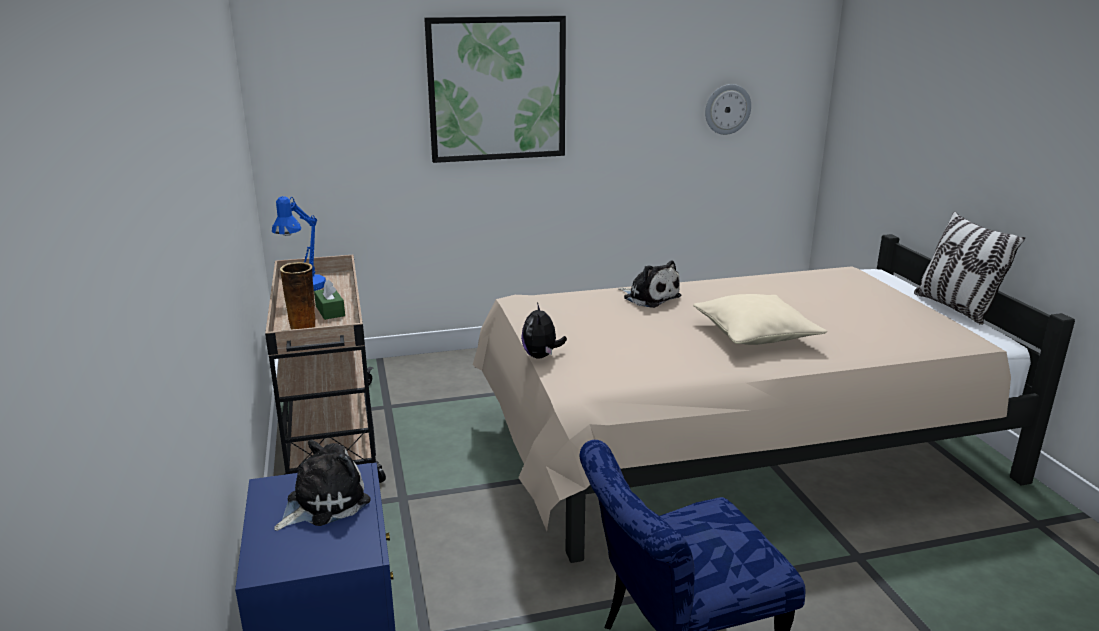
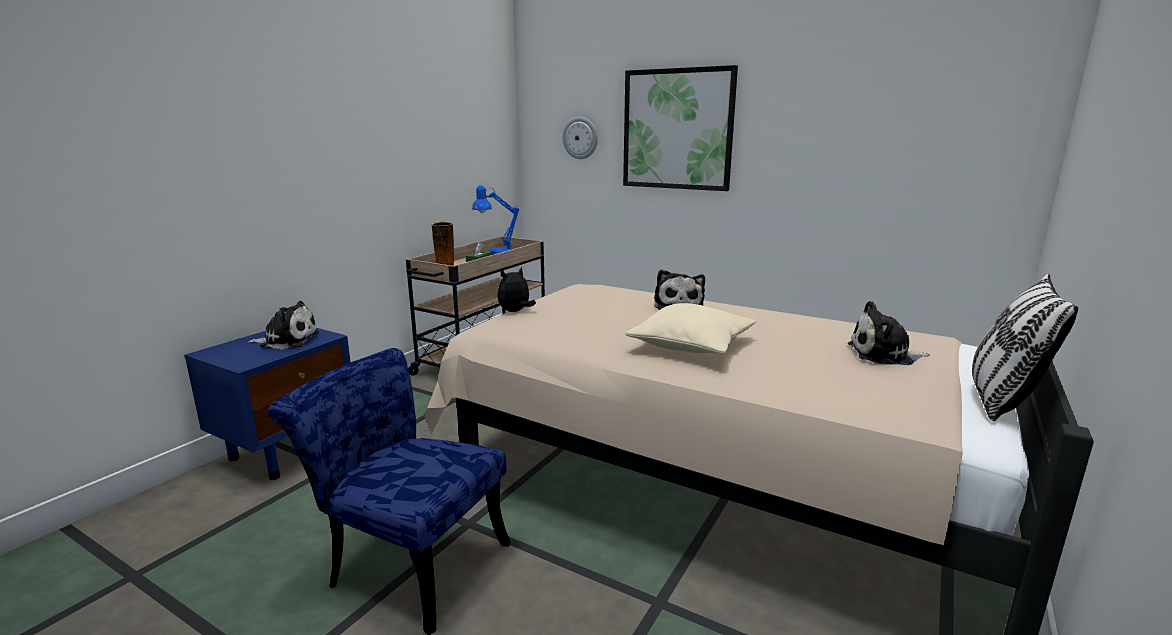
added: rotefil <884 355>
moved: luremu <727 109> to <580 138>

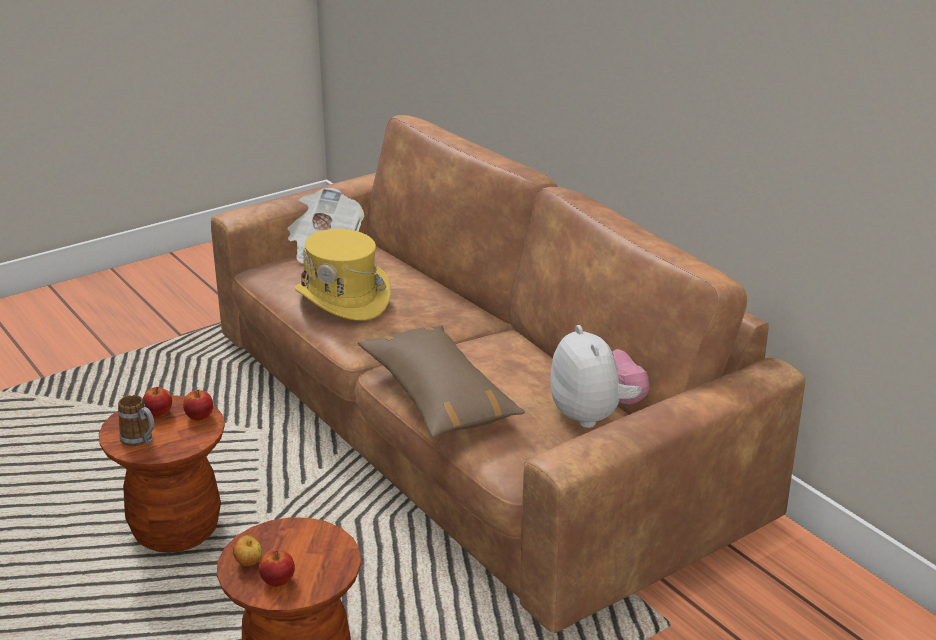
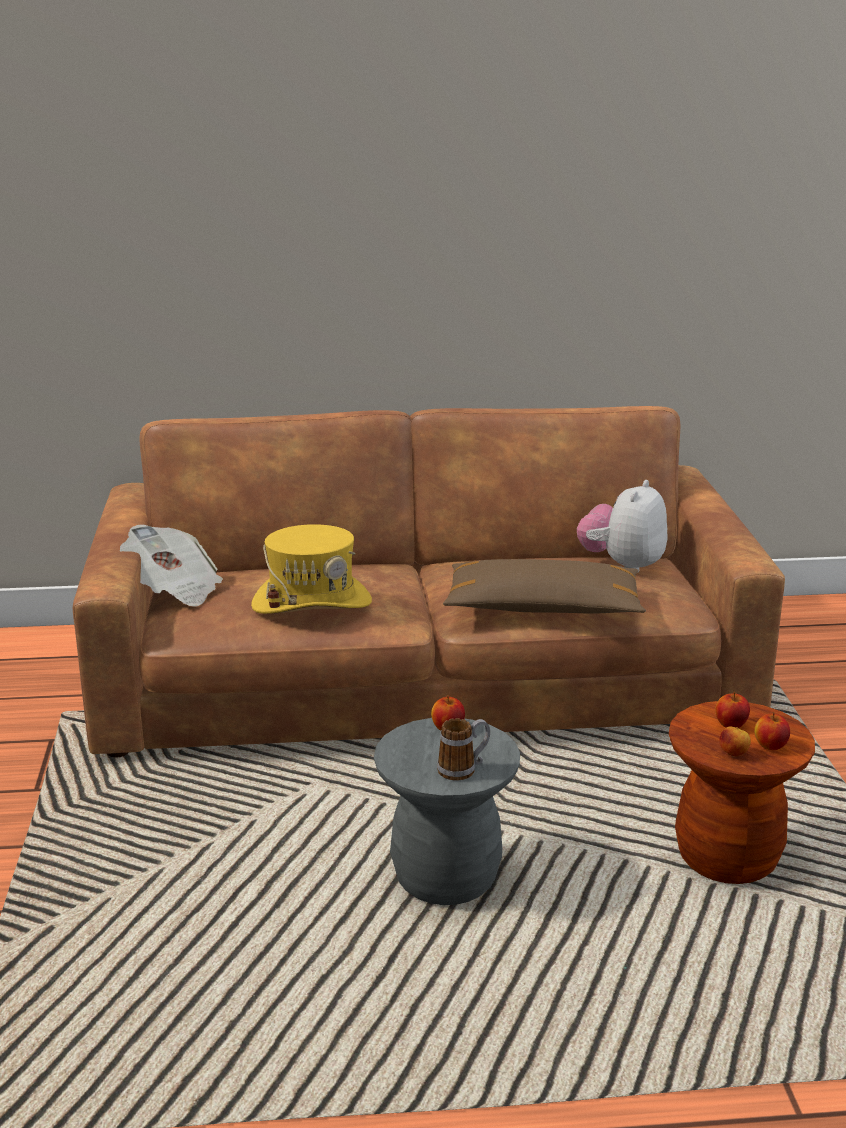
moved: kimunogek <158 414> to <730 725>
recoloured: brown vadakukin <176 530> to grey vadakukin <446 878>
turned: rotefil <595 416> = <622 565> 75 degrees counterclockwise

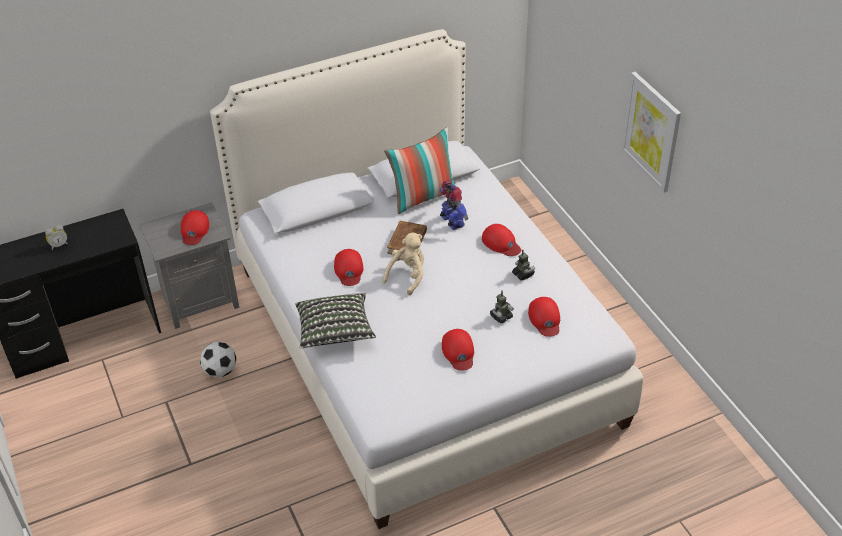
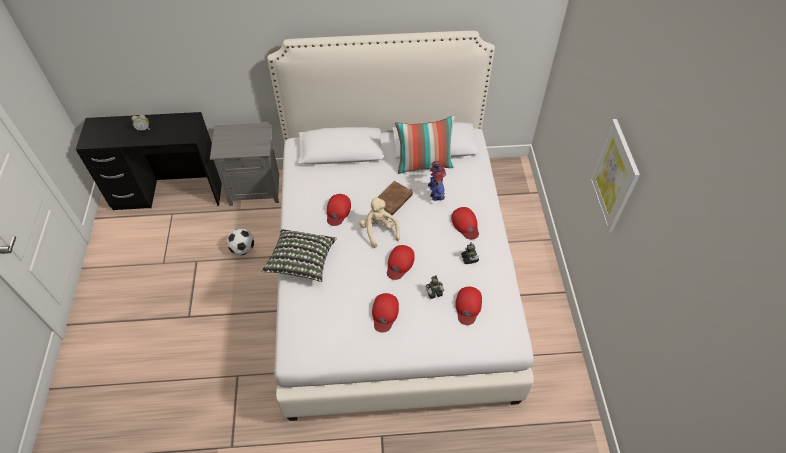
moved: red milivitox <194 230> to <399 263>
turned: beige rotefil <408 276> = <379 230> 75 degrees counterclockwise

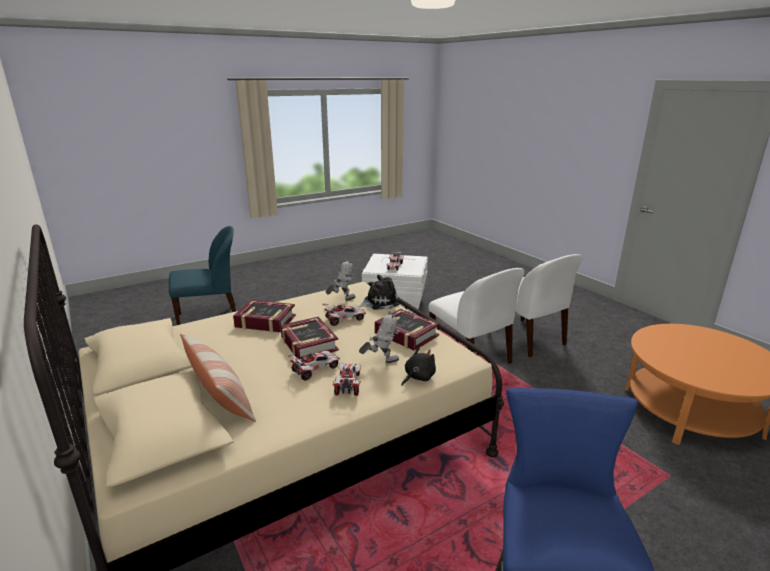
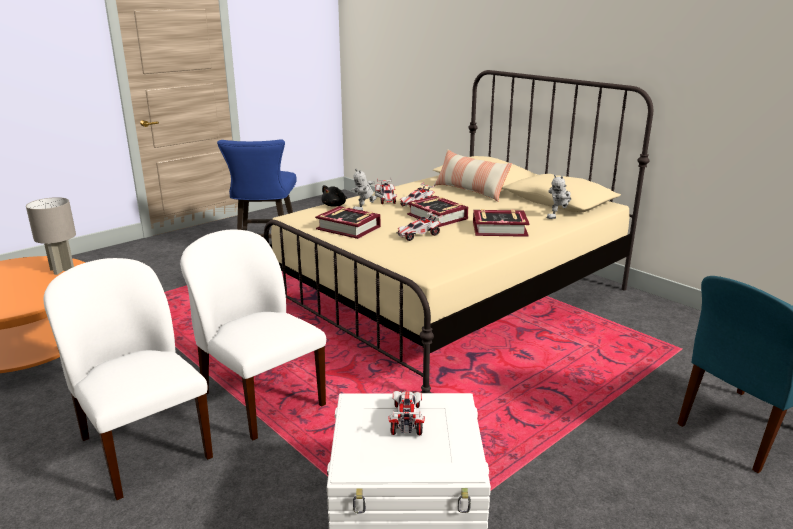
removed: rotefil <379 302>
added: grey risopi <63 269>
moved: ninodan <342 300> to <558 217>

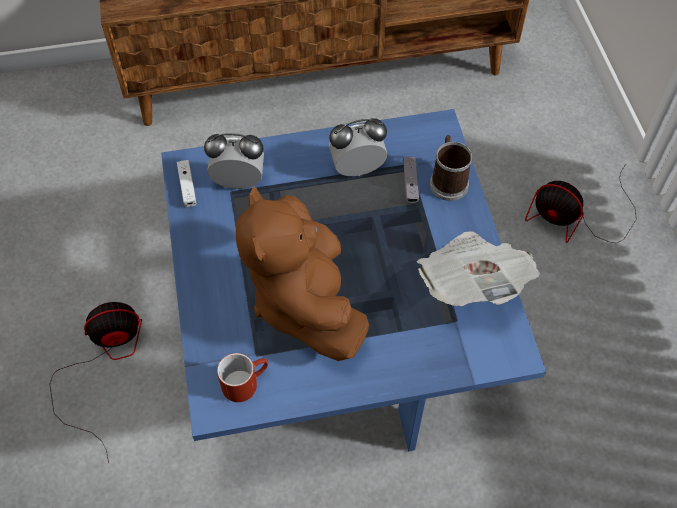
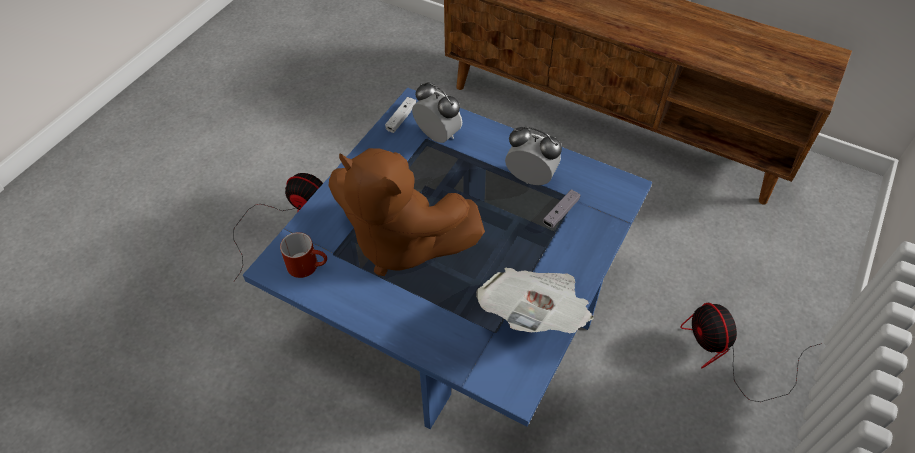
removed: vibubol <448 181>
turned: brown rotefil <305 302> = <400 242> 90 degrees counterclockwise

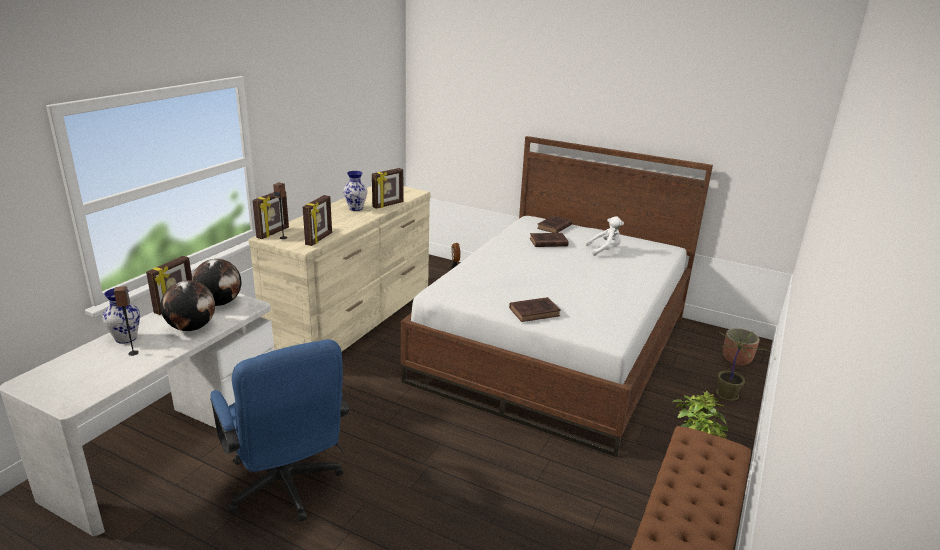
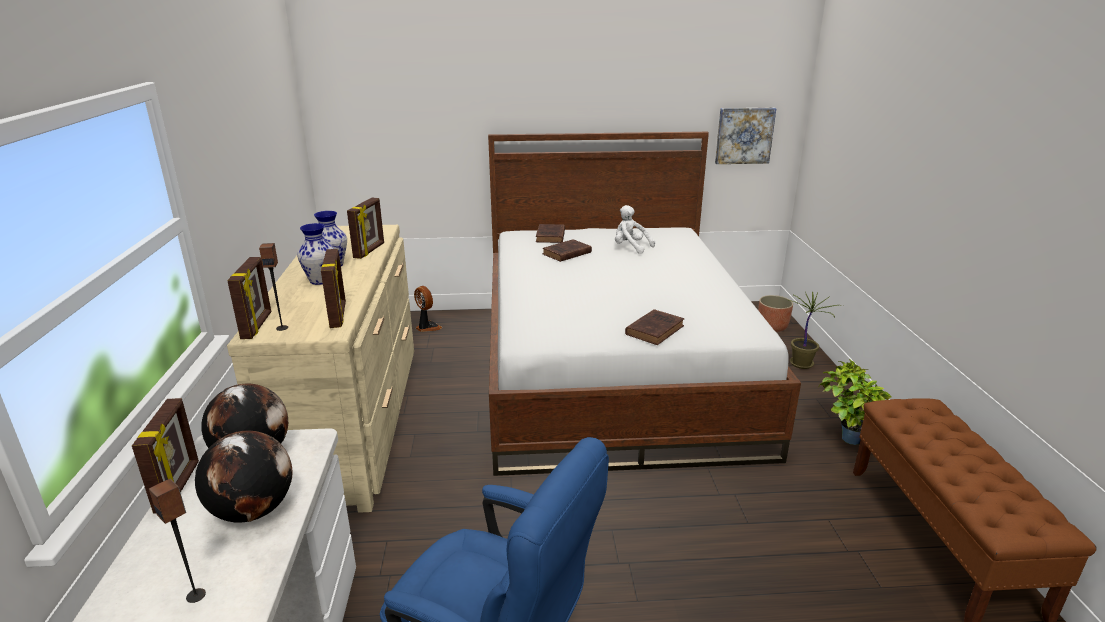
added: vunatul <744 135>
moved: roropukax <125 338> to <320 281>
turned: white rotefil <605 250> = <630 247> 105 degrees counterclockwise

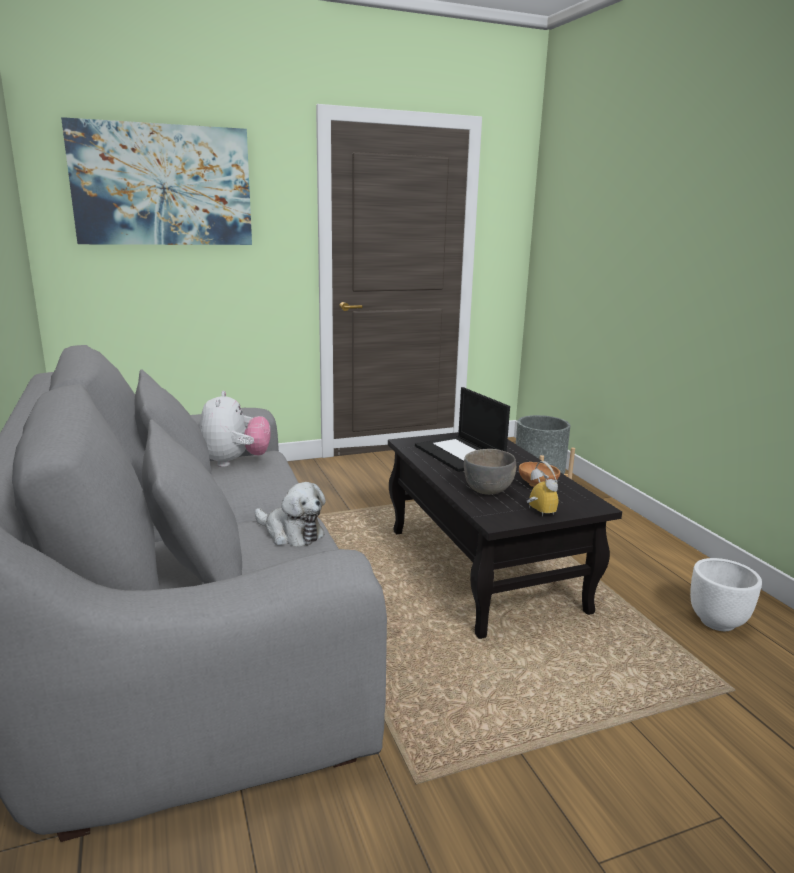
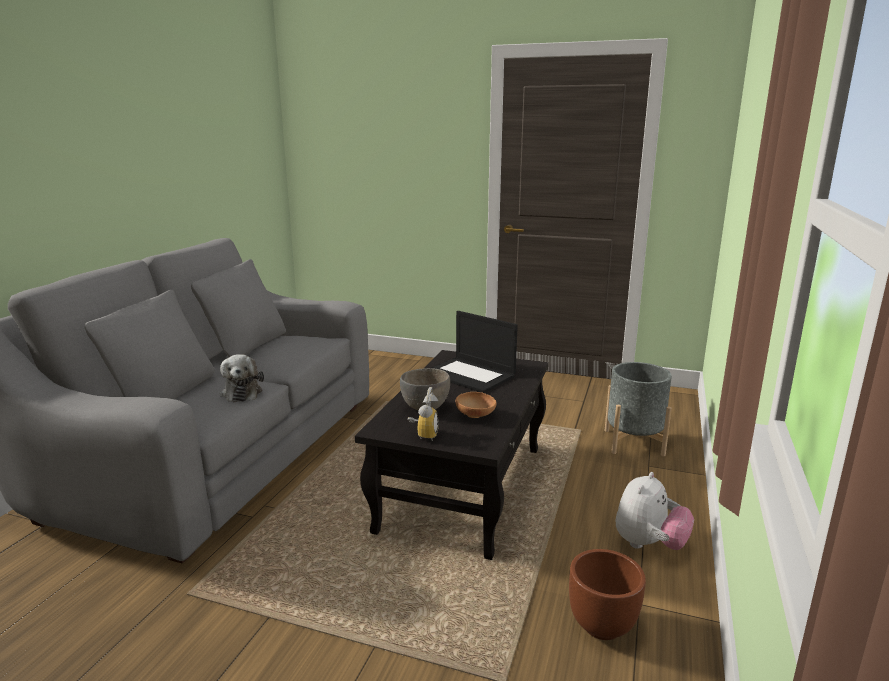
removed: vunatul <163 185>
moved: rotefil <235 462> to <649 544>
recoloured: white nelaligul <717 622> to brown nelaligul <602 626>
turned: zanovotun <460 454> = <471 375> 60 degrees counterclockwise

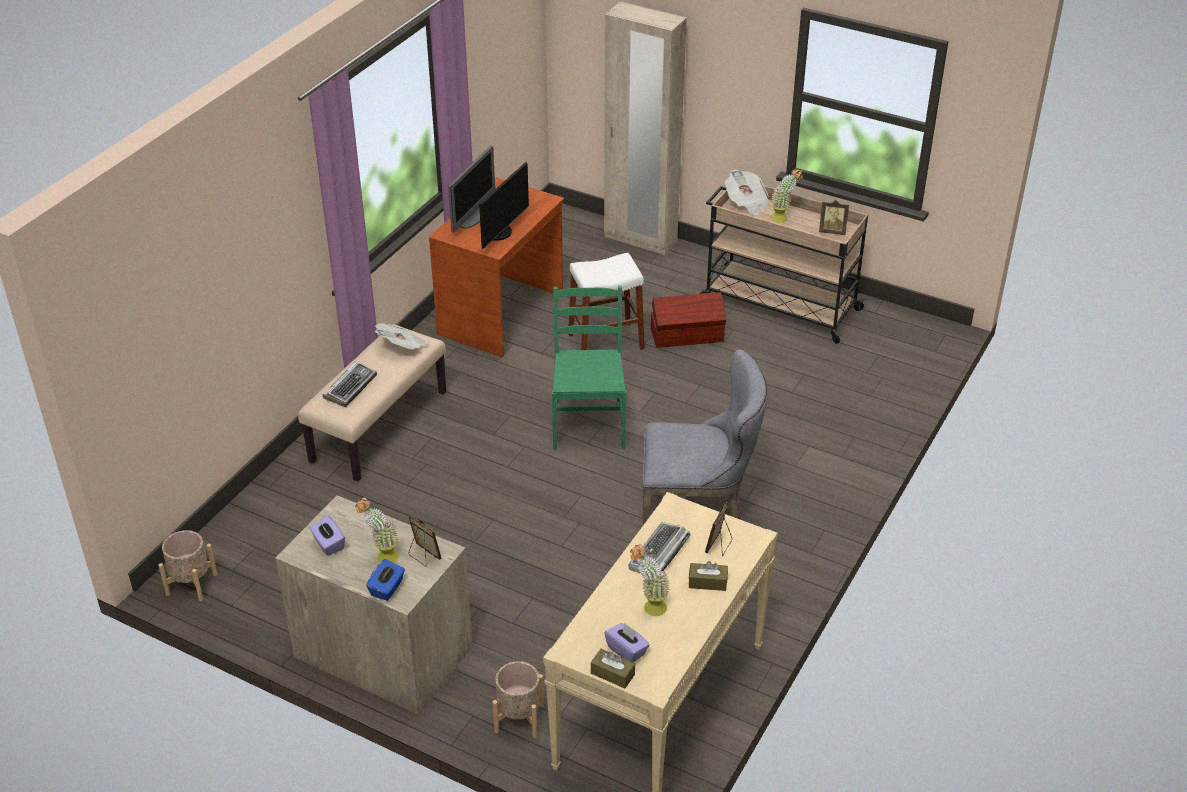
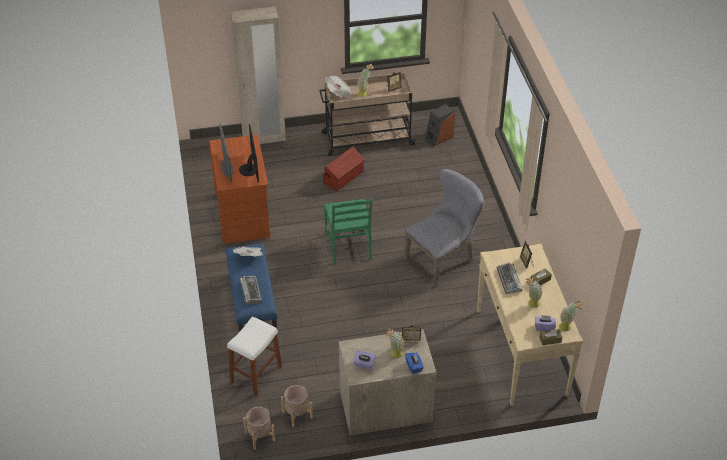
added: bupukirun <438 138>; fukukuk <567 328>
moved: beige nelaligul <519 718> to <297 414>; white vadakukin <605 341> to <256 374>
recoloured: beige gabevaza <378 426> to blue gabevaza <252 306>
turned: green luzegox <588 423> = <349 247> 150 degrees counterclockwise

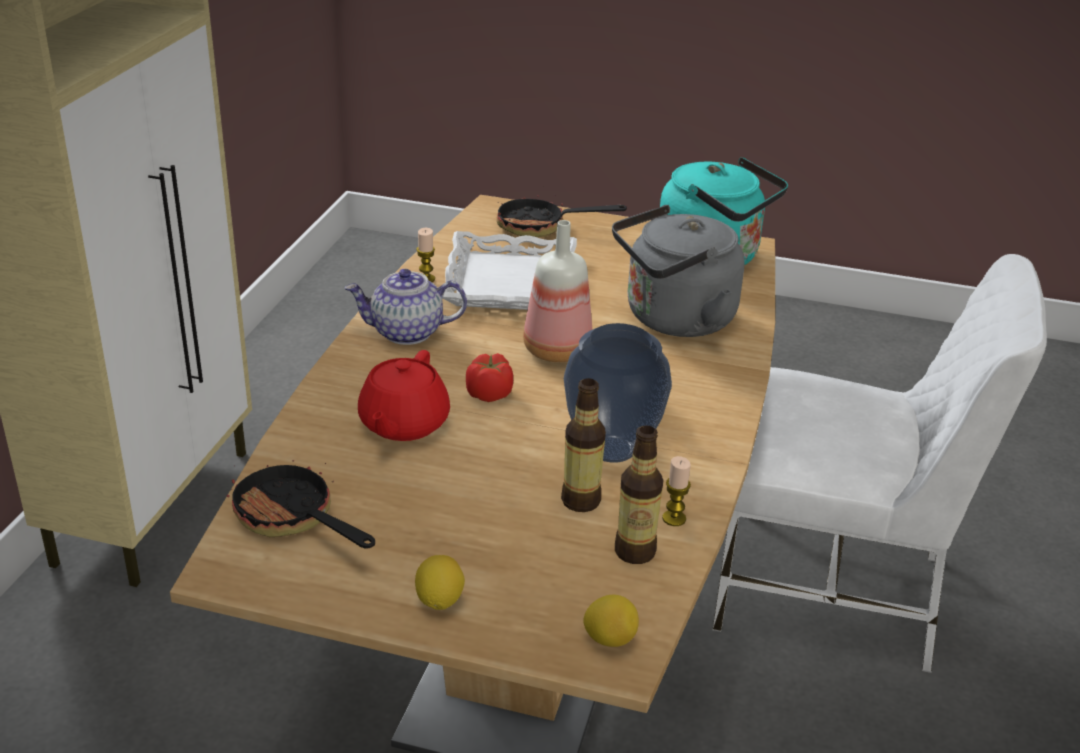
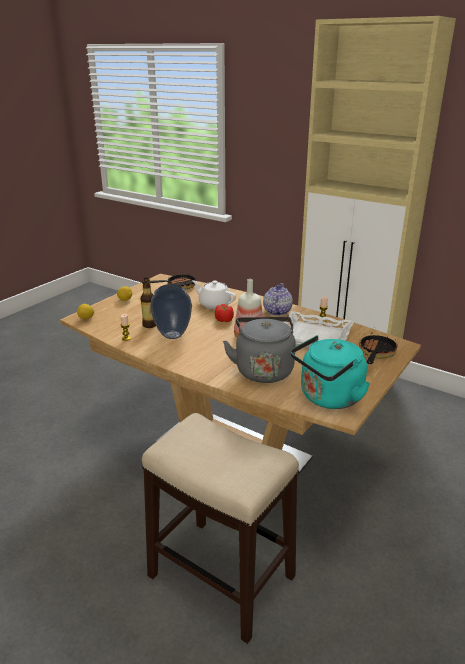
removed: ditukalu <635 552>
replaced: white luzegox <834 591> to vadakukin <220 575>
recoloured: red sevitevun <403 424> to white sevitevun <214 304>

